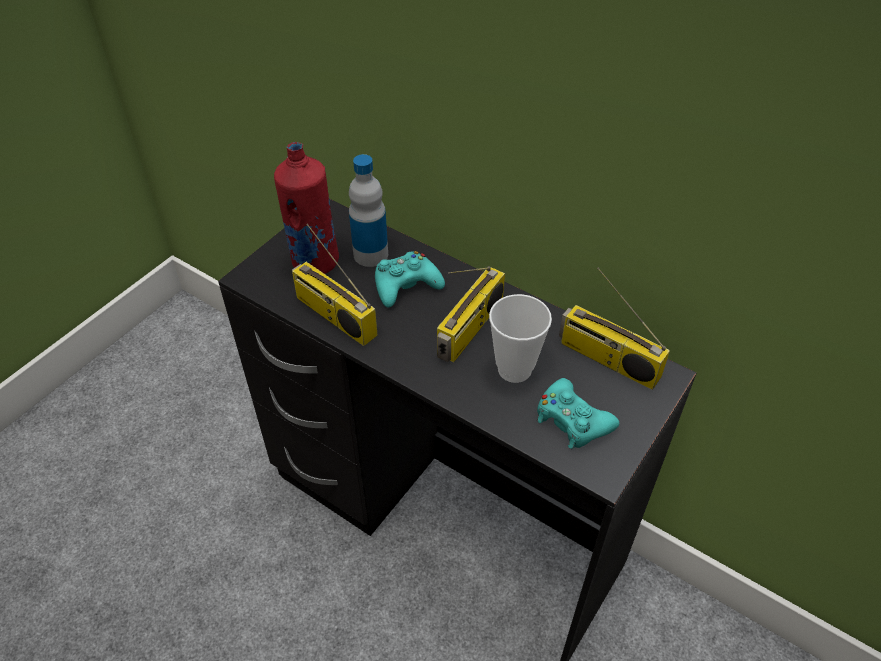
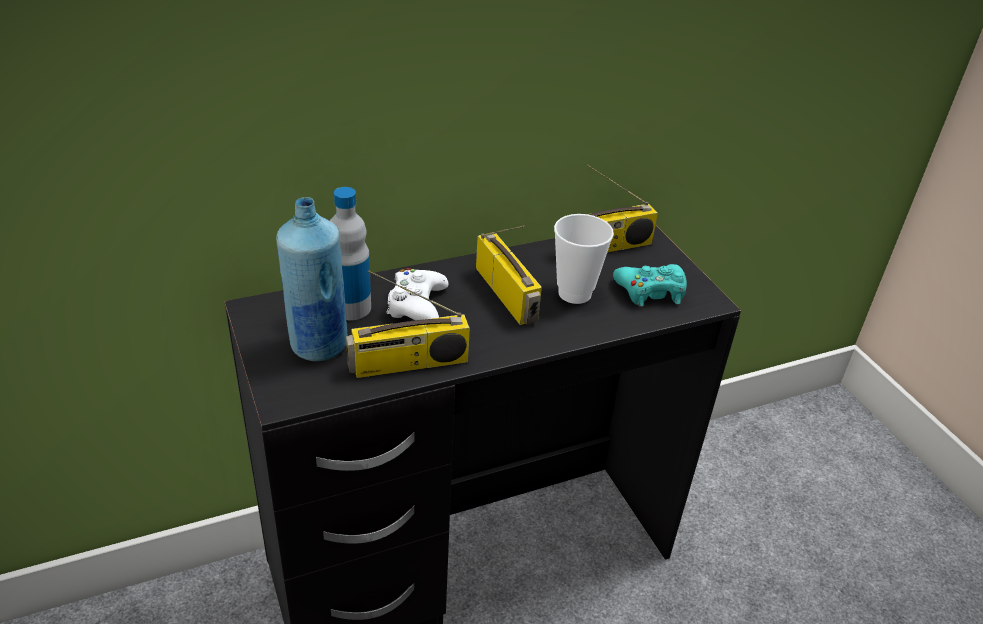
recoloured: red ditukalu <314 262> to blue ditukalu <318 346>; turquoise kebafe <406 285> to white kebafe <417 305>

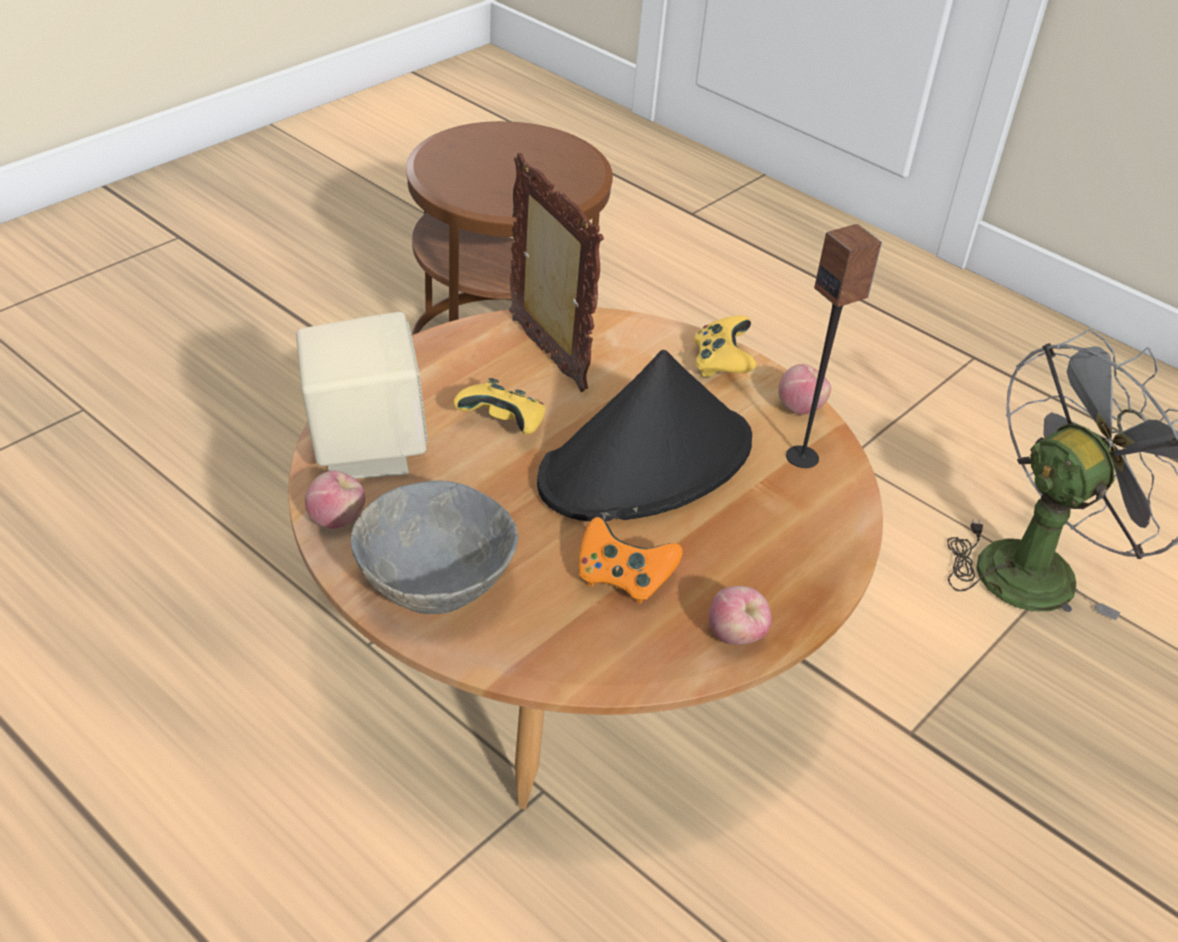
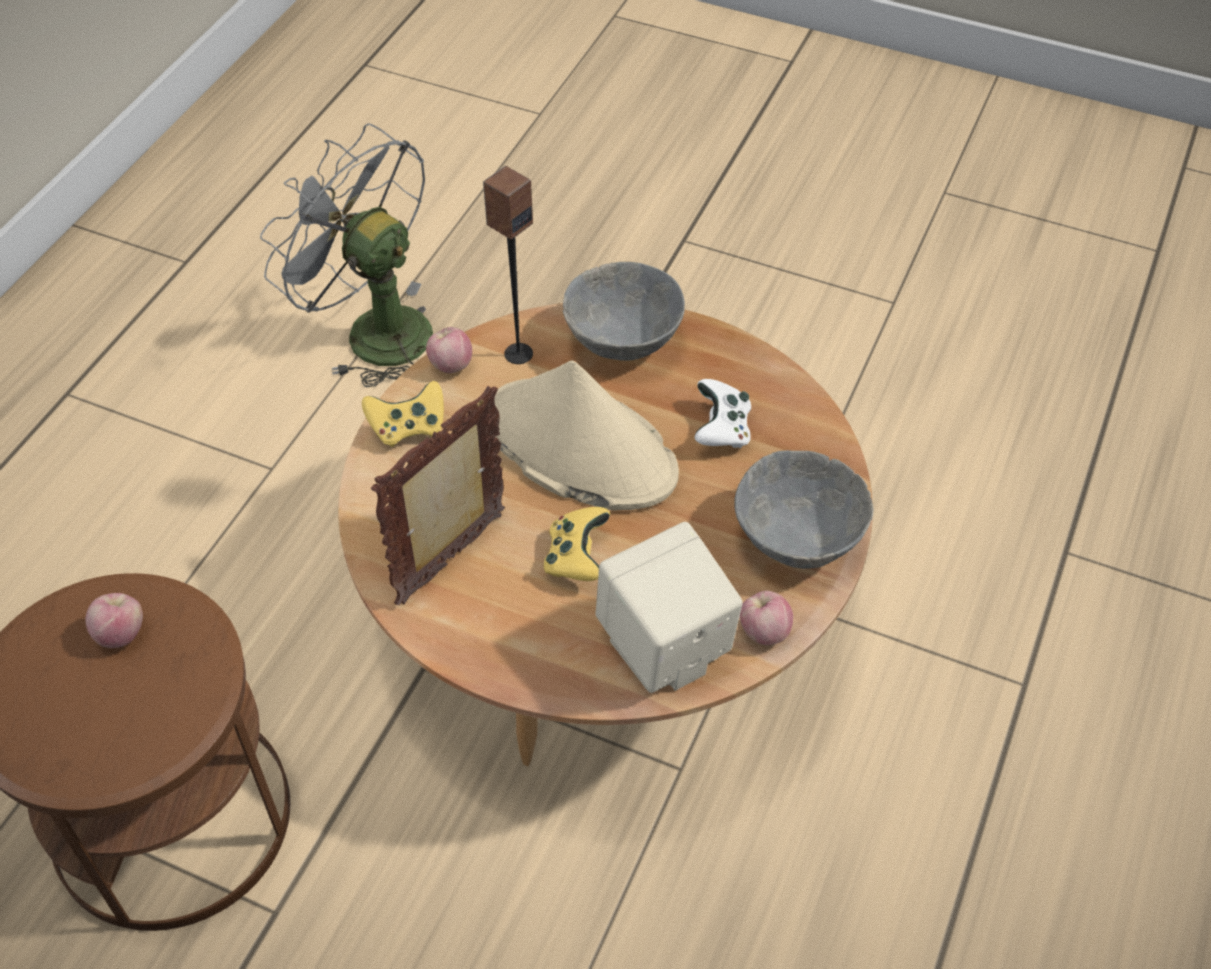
added: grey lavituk <623 340>
moved: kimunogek <735 636> to <121 634>
recoloured: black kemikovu <647 463> to beige kemikovu <578 447>; orange kebafe <622 578> to white kebafe <722 430>

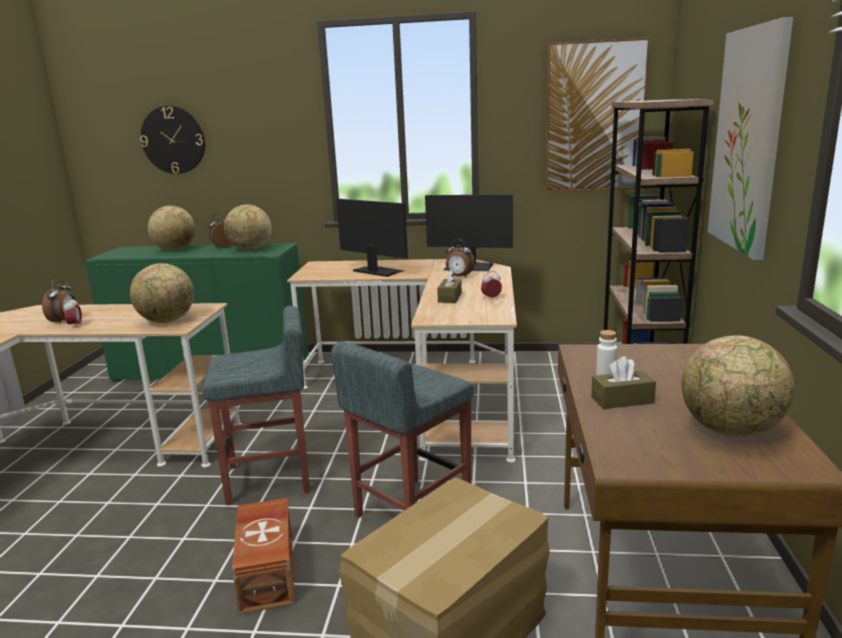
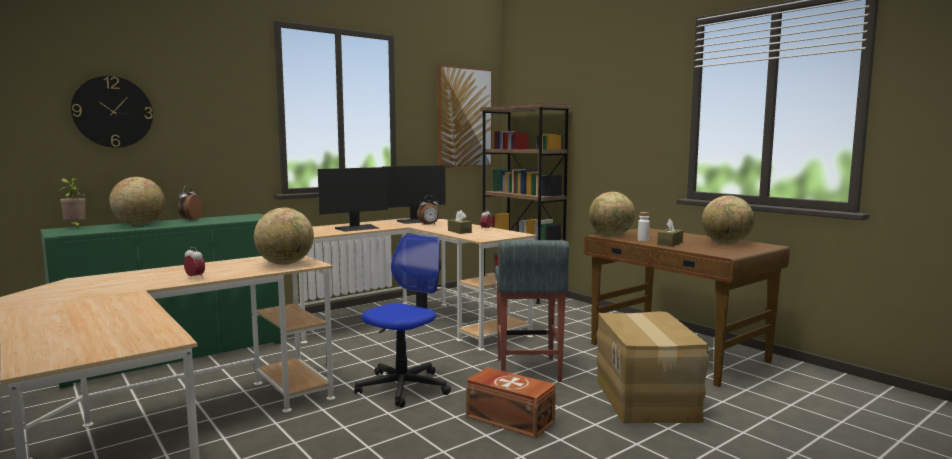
removed: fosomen <64 321>; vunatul <748 140>
added: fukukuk <75 227>
moved: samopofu <250 250> to <611 236>
replaced: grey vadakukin <270 479> to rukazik <403 387>
turned: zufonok <377 271> = <357 228> 150 degrees clockwise

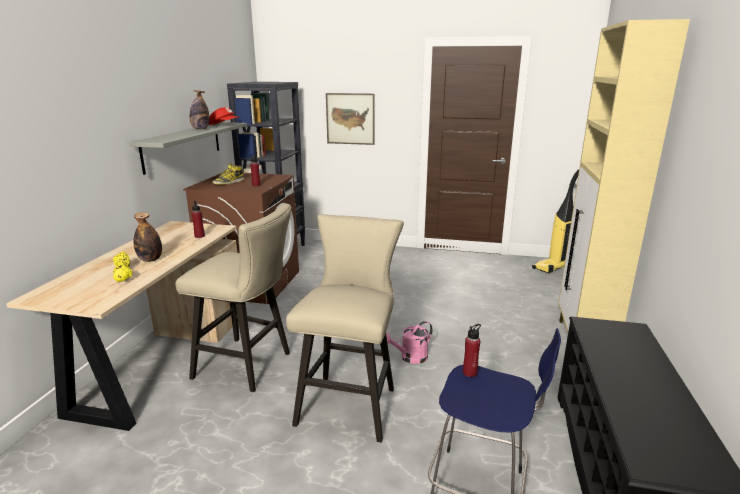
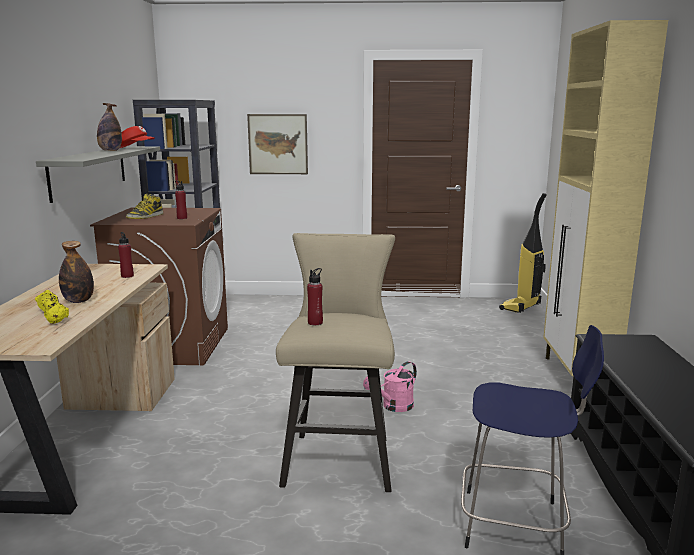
removed: beige vadakukin <248 366>
moved: red ditukalu <470 372> to <315 322>

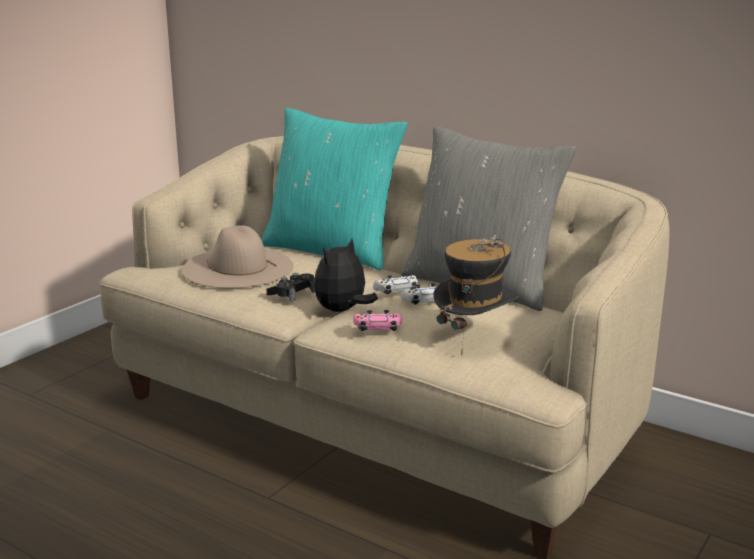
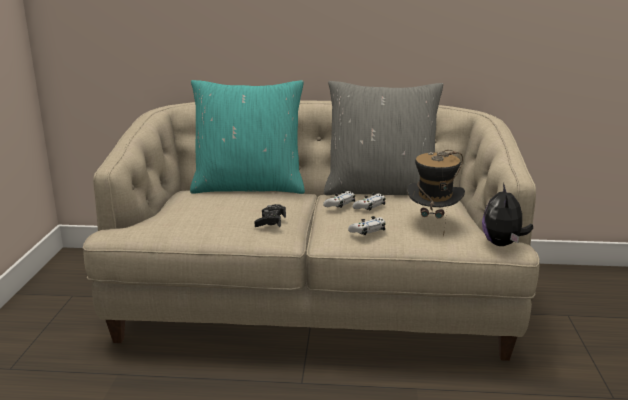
removed: beige kemikovu <237 267>
moved: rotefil <342 310> to <502 244>
recoloured: pink kebafe <377 327> to white kebafe <367 231>

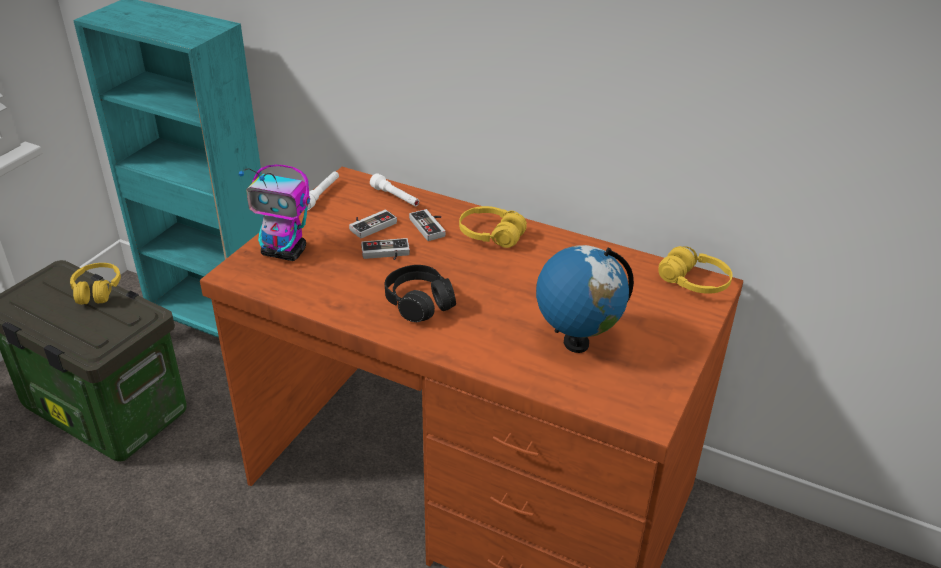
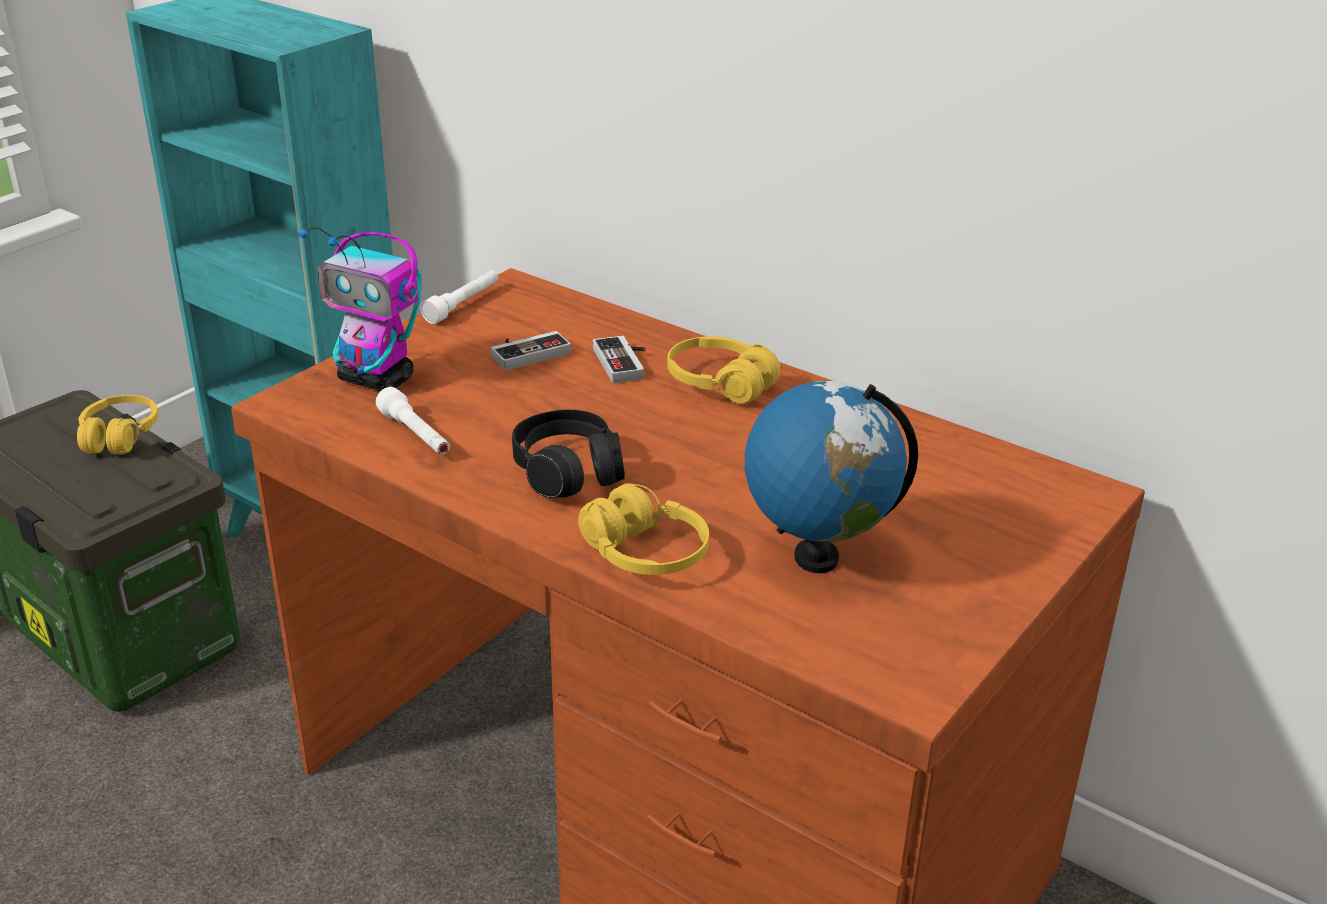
removed: kebafe <386 254>
moved: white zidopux <395 198> to <416 435>; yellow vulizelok <694 282> to <645 554>

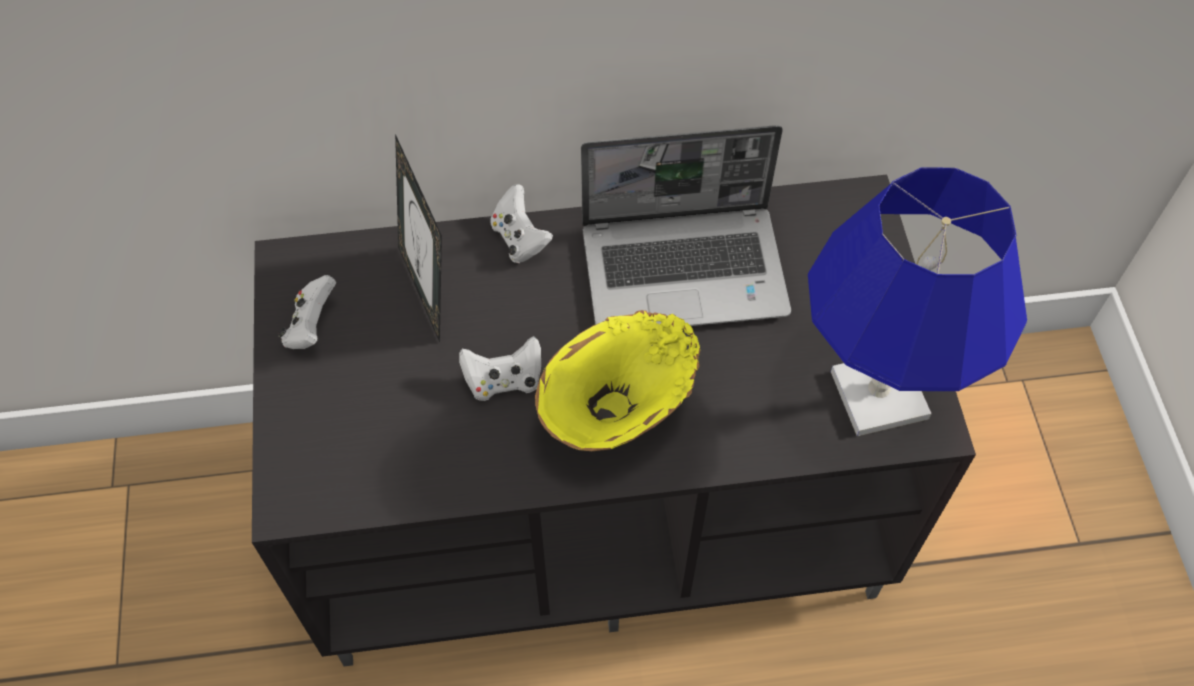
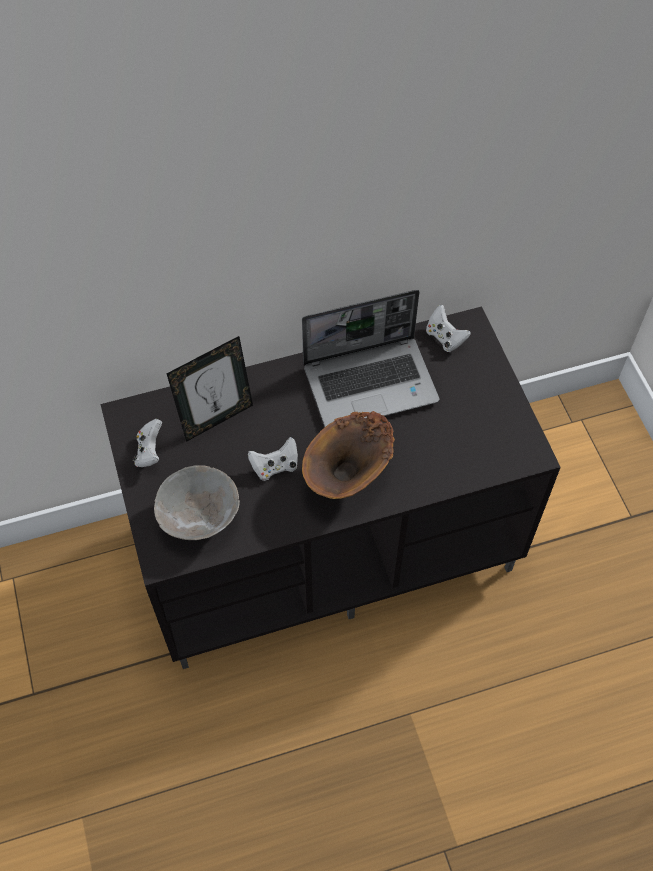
removed: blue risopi <878 394>
added: grey lavituk <201 518>
moved: white kebafe <520 239> to <445 338>
recoloured: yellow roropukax <620 418> to brown roropukax <349 478>
turned: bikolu <428 290> = <216 418> 90 degrees counterclockwise

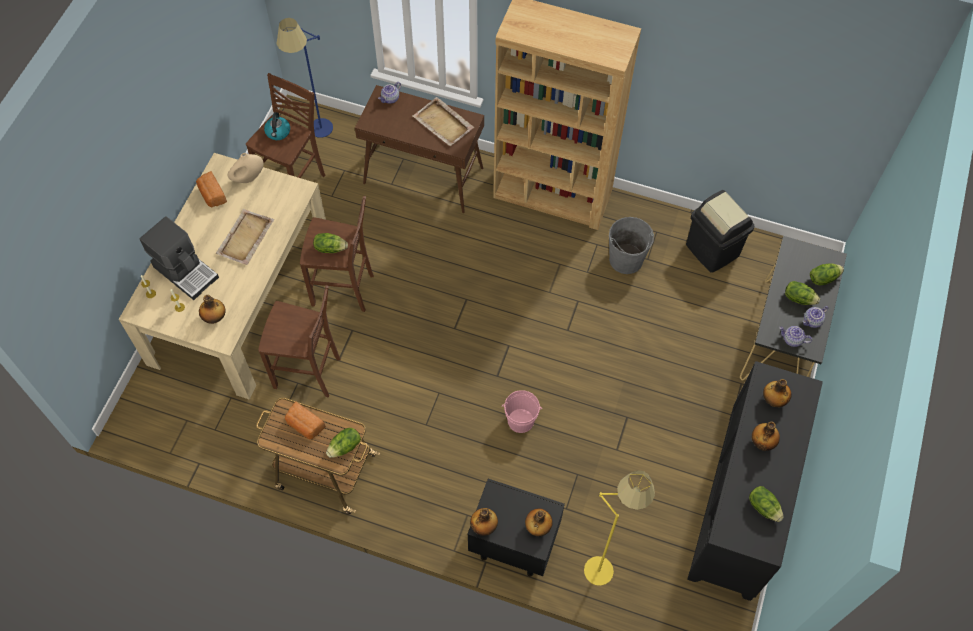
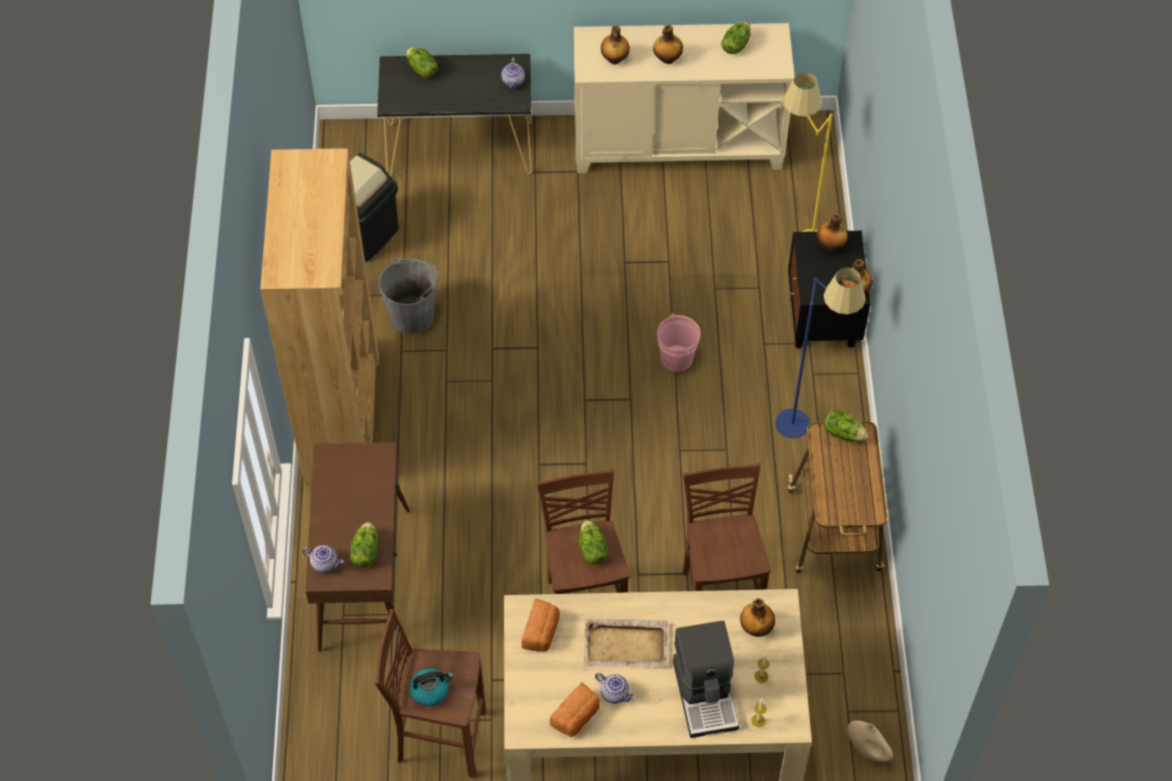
removed: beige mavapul <443 123>
moved: beige roropukax <248 178> to <867 750>; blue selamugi <317 136> to <808 421>; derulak <305 425> to <541 632>; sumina <799 298> to <365 552>; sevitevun <812 321> to <615 693>
recoloured: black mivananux <741 504> to beige mivananux <678 144>
turned: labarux <186 271> = <706 694> 150 degrees clockwise

